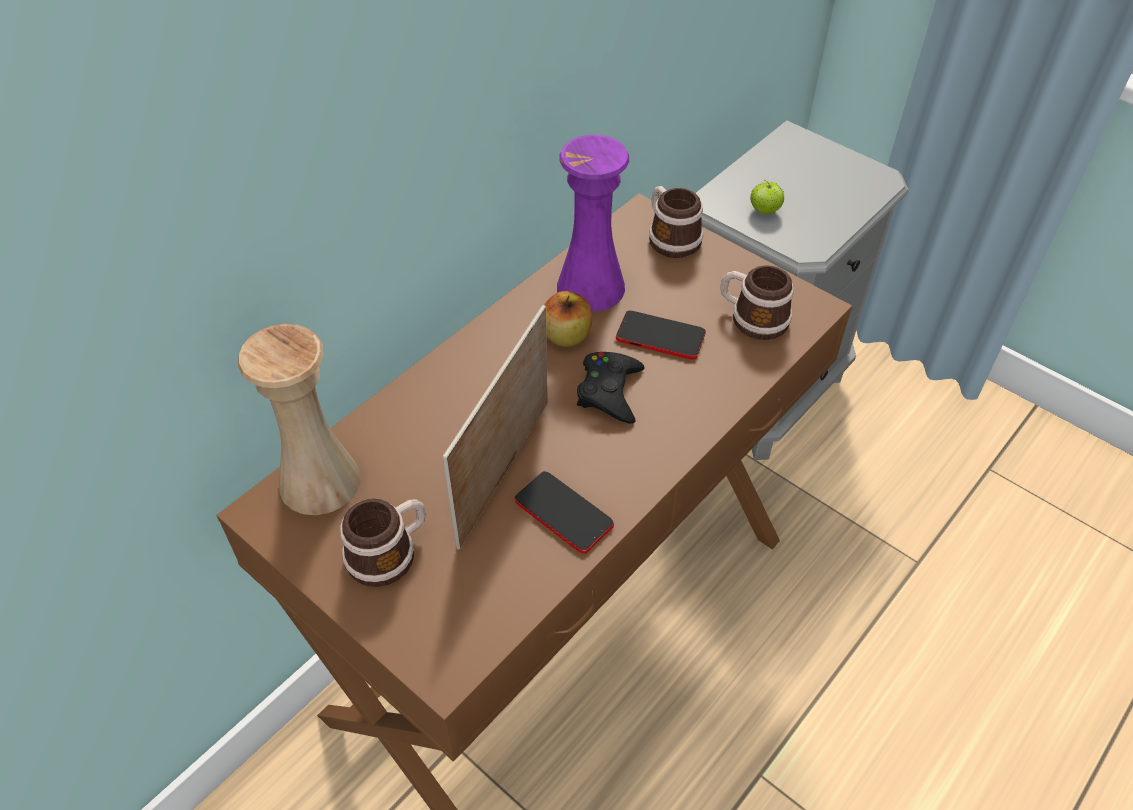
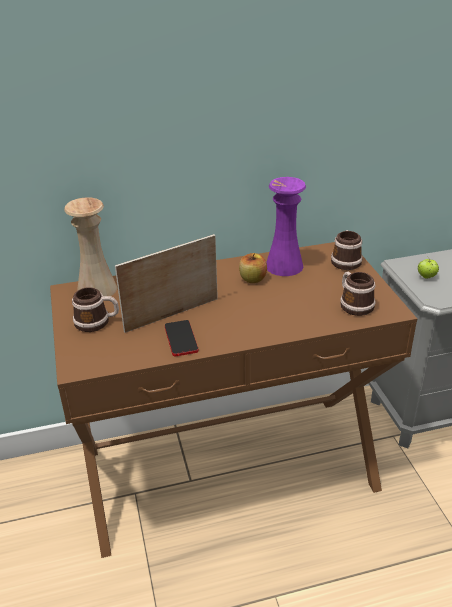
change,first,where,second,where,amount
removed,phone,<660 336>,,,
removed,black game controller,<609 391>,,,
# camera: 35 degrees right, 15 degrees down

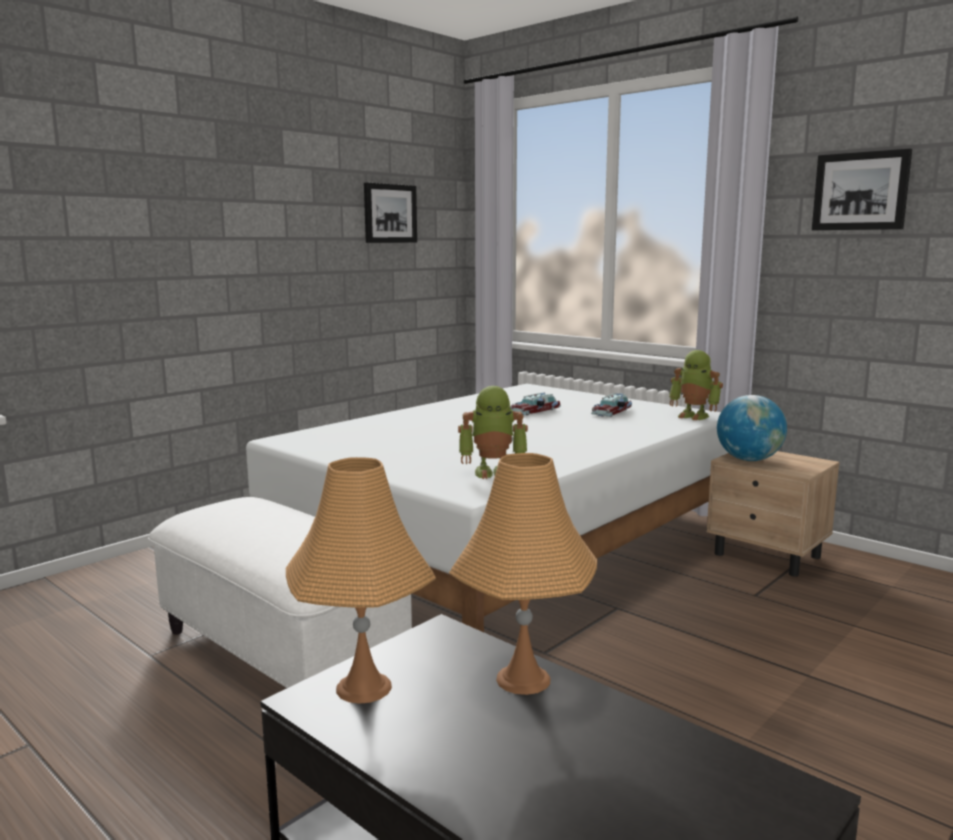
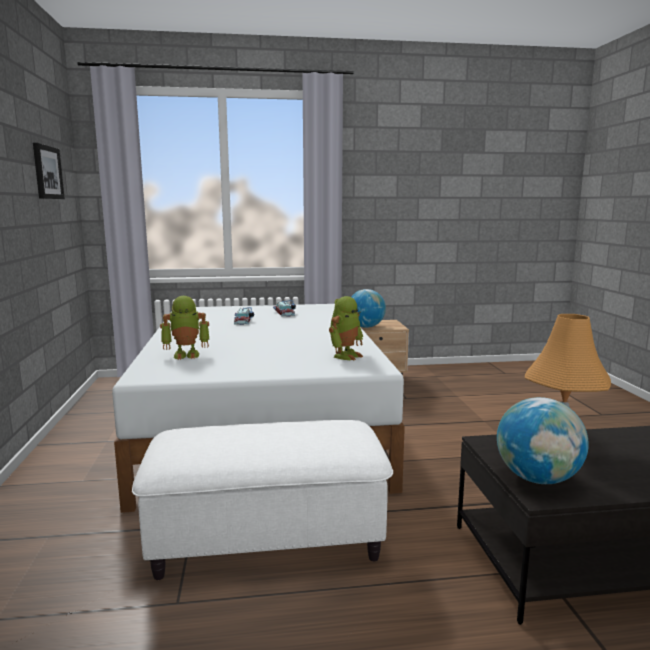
change,first,where,second,where,amount
removed,picture,<860 191>,,,
moved,toy robot,<694 416>,,<187 354>,
replaced,orange table lamp,<363 687>,globe,<537 478>,
# camera: 50 degrees left, 0 degrees up

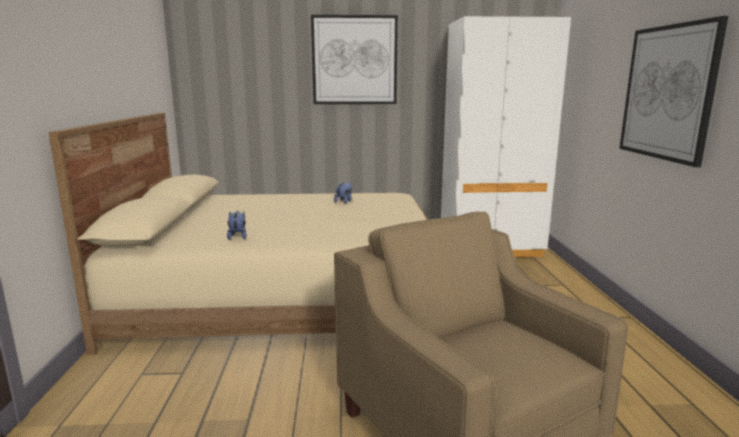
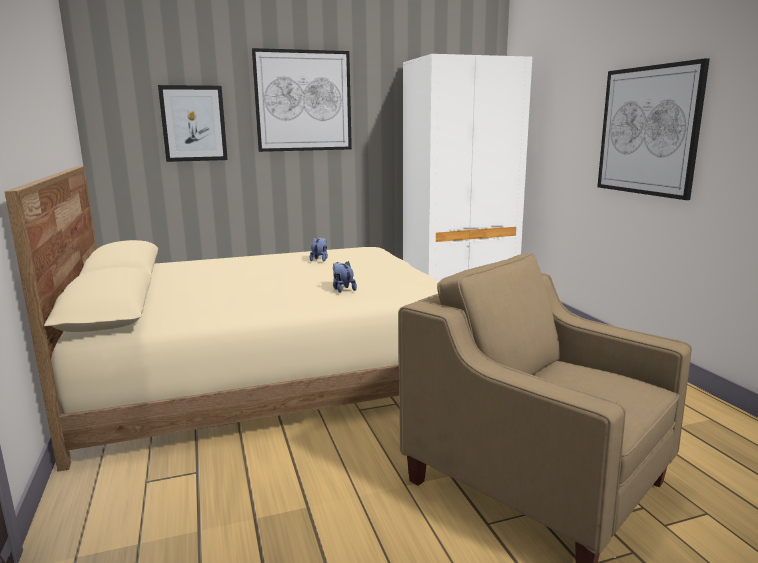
change,first,where,second,where,amount
moved,plush toy,<237 236>,,<342 289>,
added,,,picture,<193 123>,
# camera: 15 degrees left, 0 degrees up

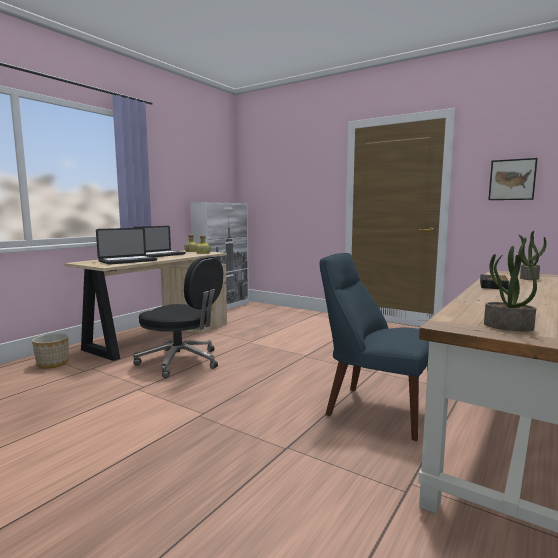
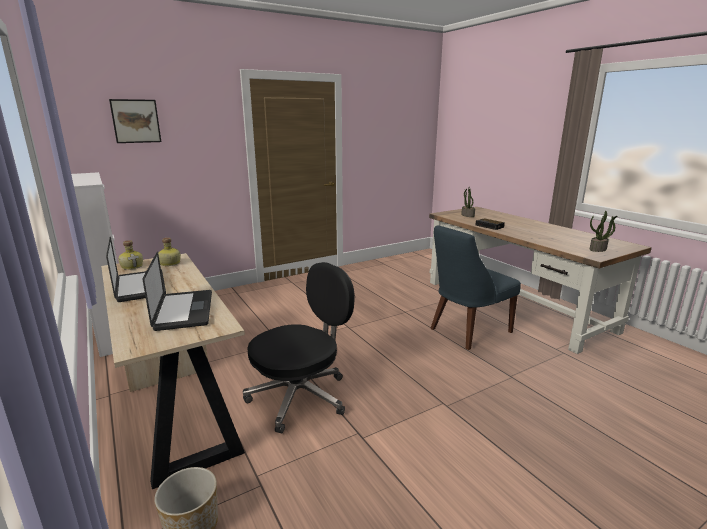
change,first,where,second,where,amount
moved,picture,<512 179>,,<136 121>,
# camera: 65 degrees left, 10 degrees up

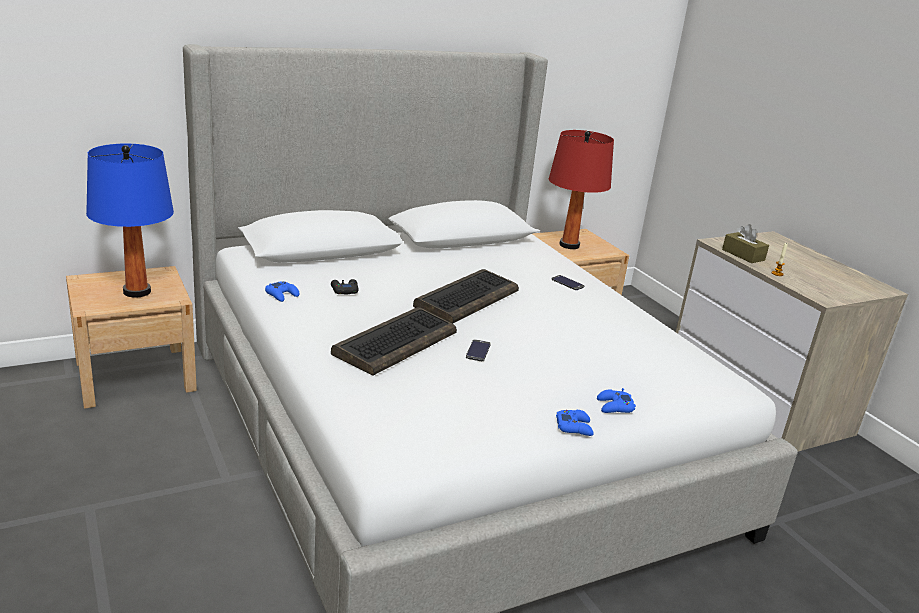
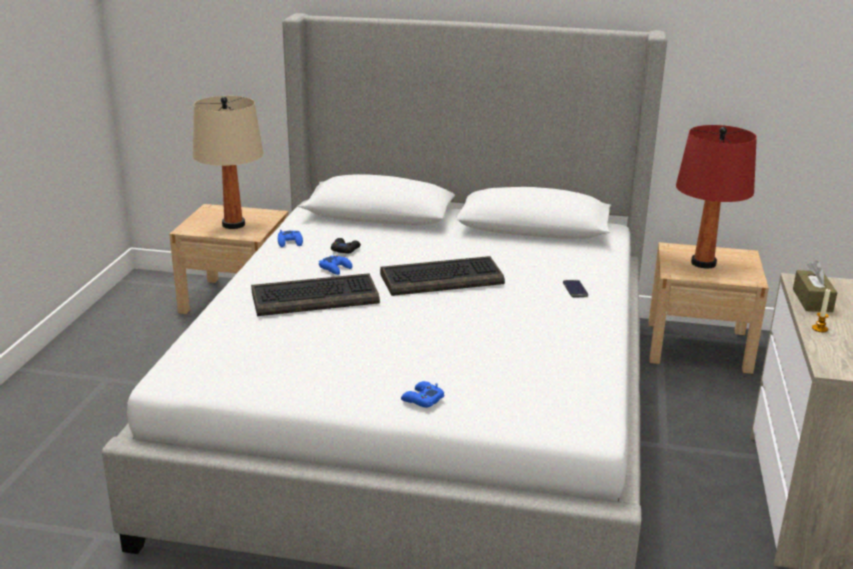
change,first,where,second,where,amount
recoloured,blue table lamp,<136 292>,beige table lamp,<233 224>,
removed,phone,<478 351>,,,
moved,blue game controller,<574 427>,,<335 268>,
# camera: 40 degrees right, 0 degrees up

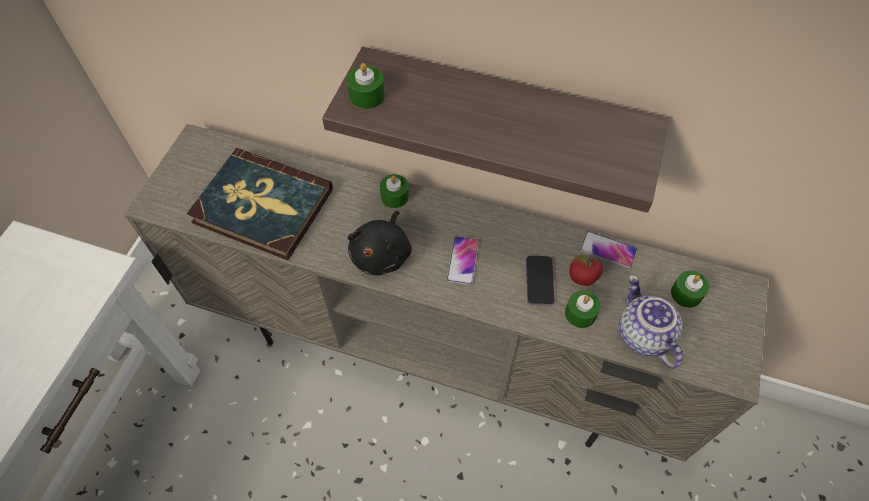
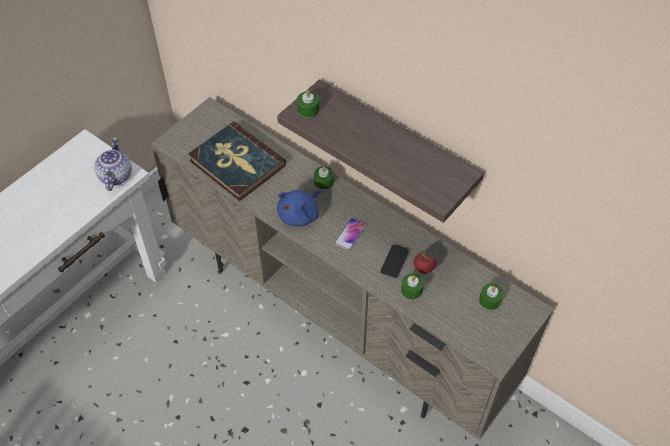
change,first,where,second,where,amount
recoloured,black plush toy,<382 254>,blue plush toy,<300 215>,
removed,phone,<608 250>,,,
moved,teapot,<642 335>,,<115 176>,
# camera: 20 degrees right, 5 degrees down

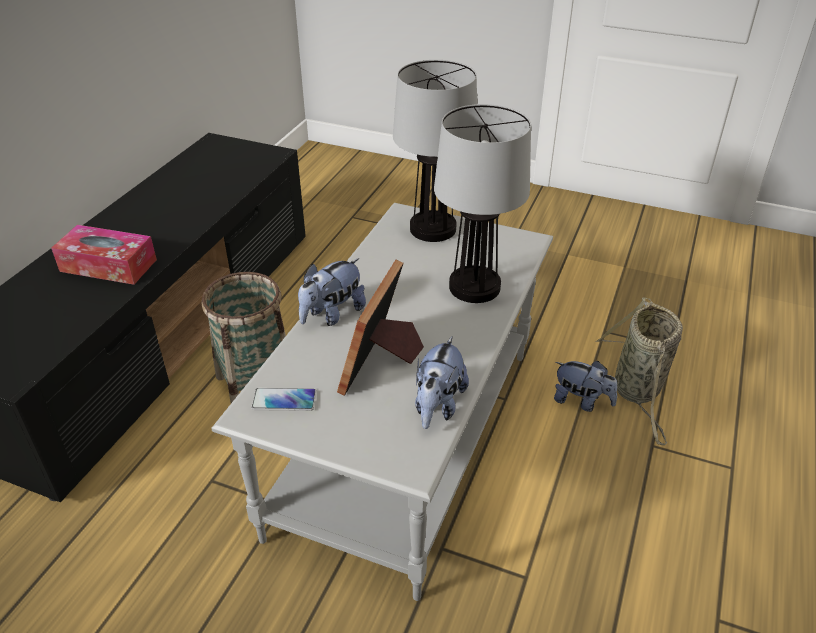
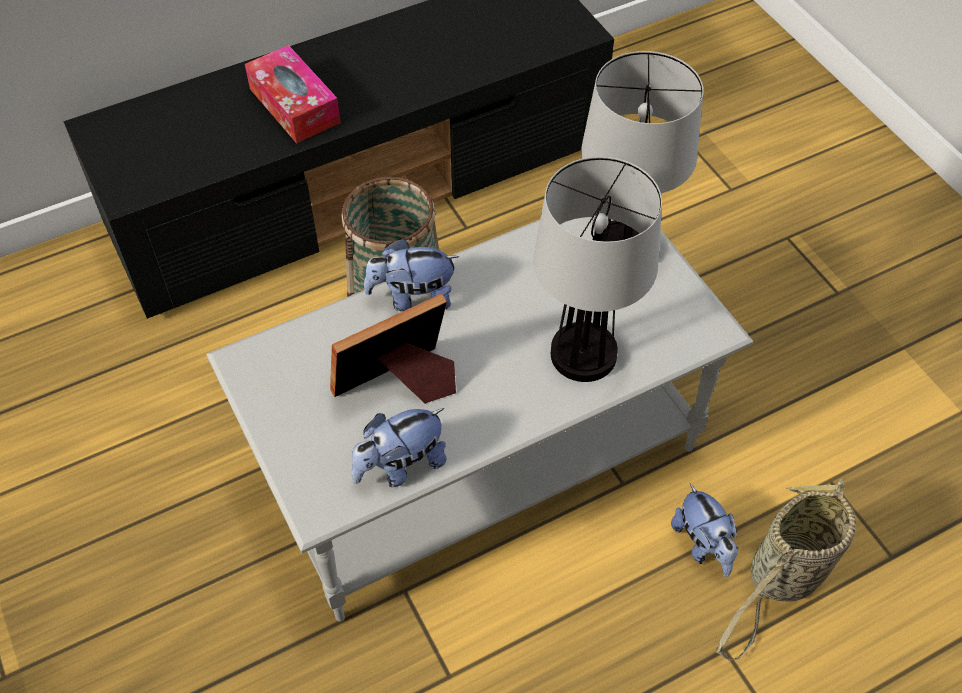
change,first,where,second,where,amount
removed,phone,<284 400>,,,
# camera: 40 degrees right, 15 degrees up

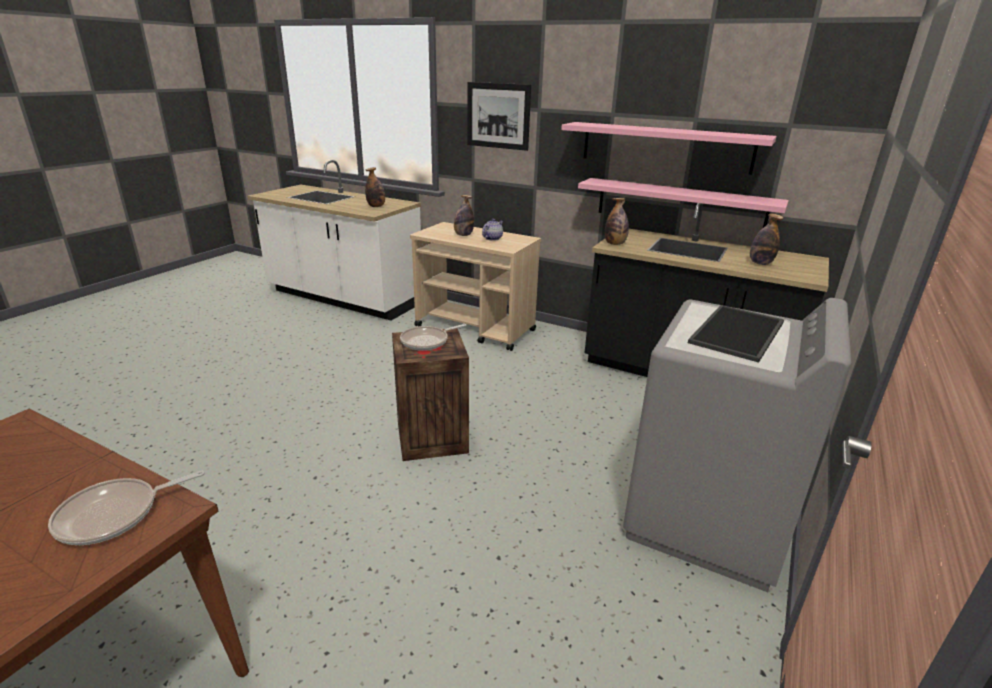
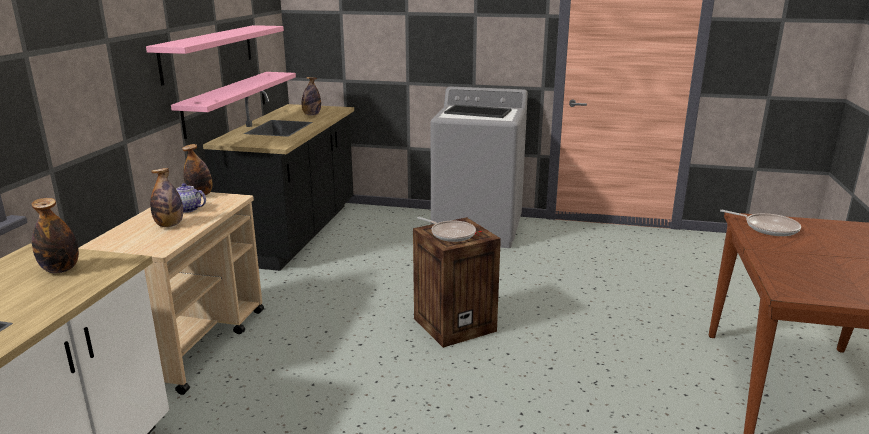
change,first,where,second,where,amount
removed,picture,<498 116>,,,
moved,bottle,<615 244>,,<200 195>,
# camera: 105 degrees left, 5 degrees down

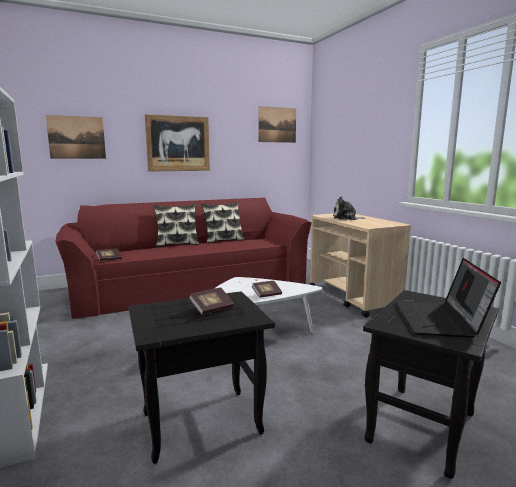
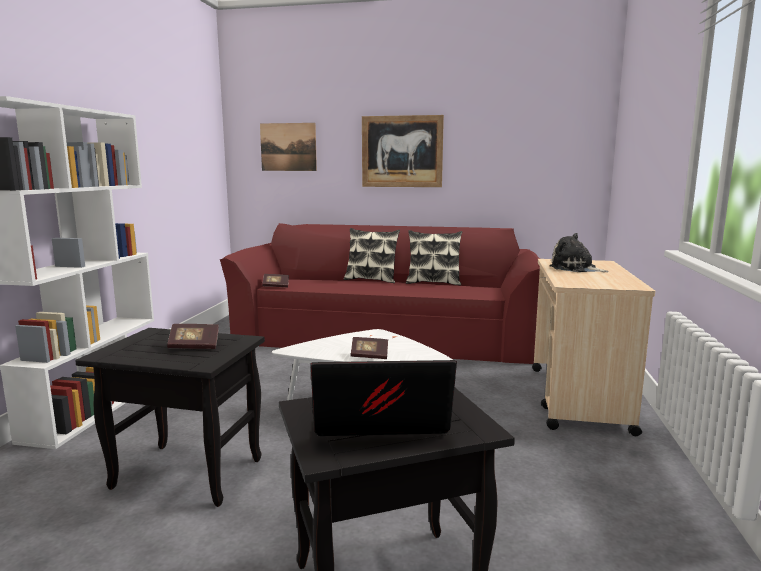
change,first,where,second,where,amount
removed,picture,<277 125>,,,
turned,laptop,<440 320>,,<379 423>,45 degrees clockwise
# camera: 35 degrees right, 0 degrees up

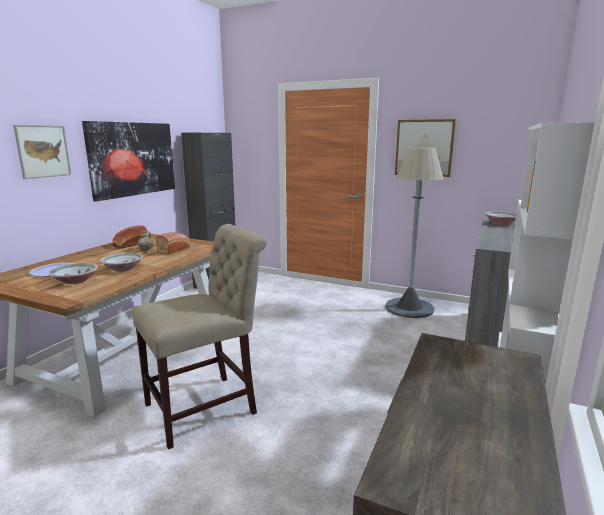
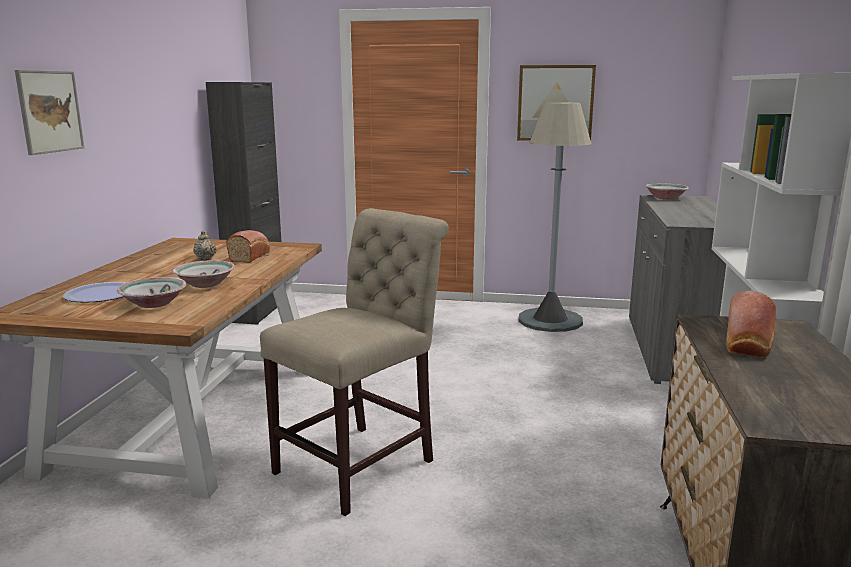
change,first,where,second,where,amount
removed,picture,<132 159>,,,
moved,bread,<130 245>,,<747 343>,
# camera: 15 degrees left, 0 degrees up

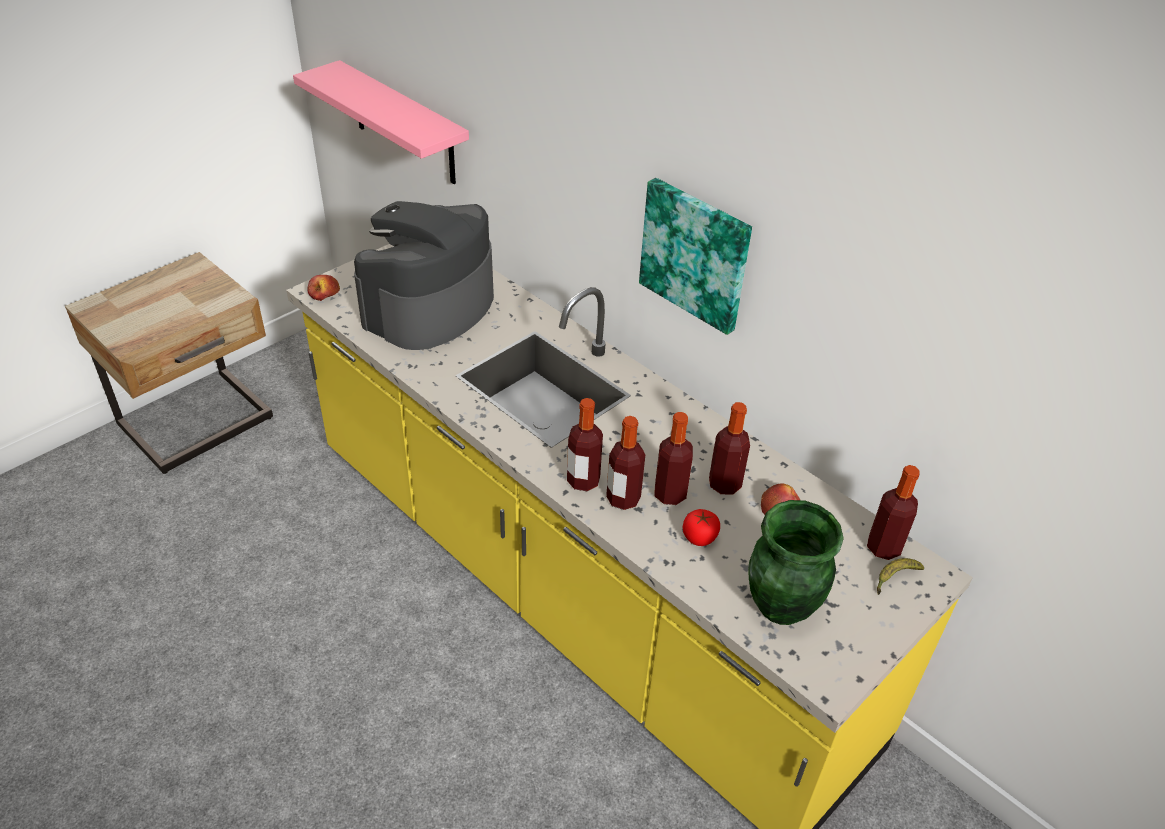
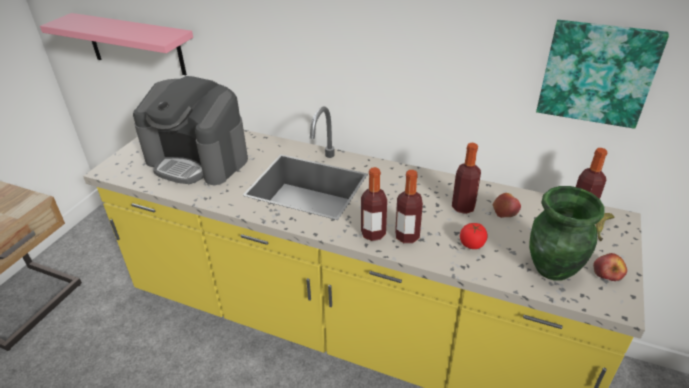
change,first,where,second,where,amount
moved,picture,<696 254>,,<597 73>,
turned,coffee machine,<429 308>,,<198 159>,75 degrees counterclockwise
moved,apple,<324 295>,,<608 272>,
removed,bottle,<670 494>,,,
# camera: 20 degrees left, 5 degrees down

